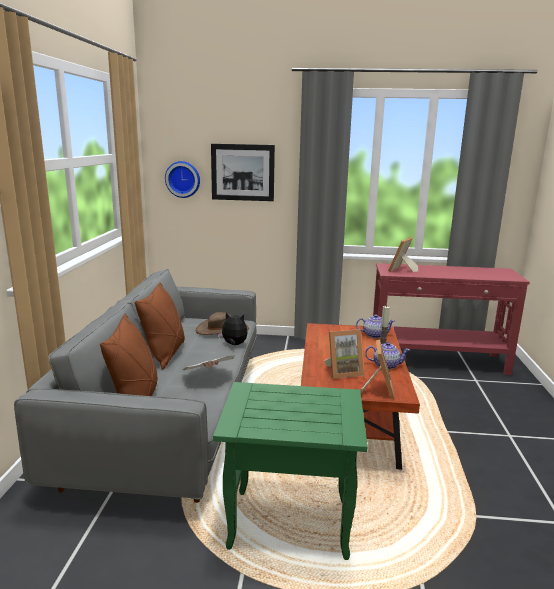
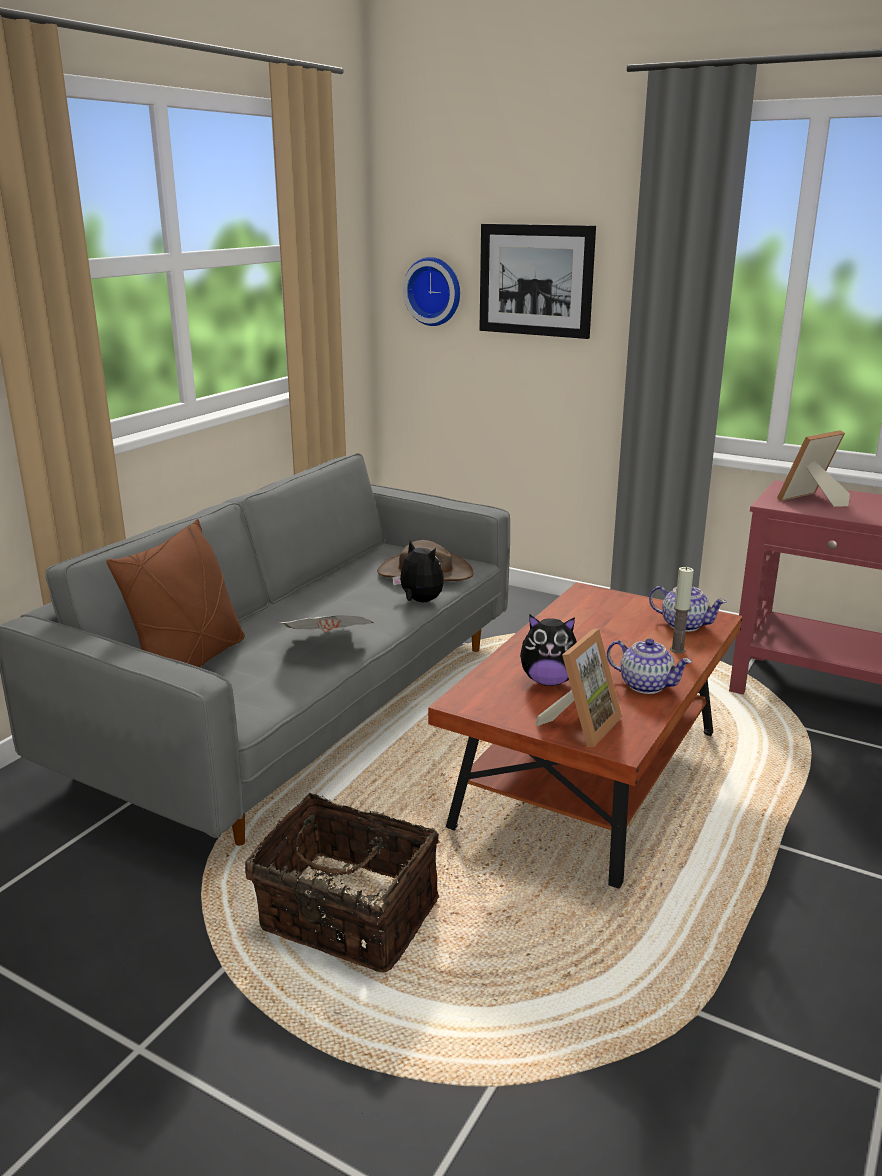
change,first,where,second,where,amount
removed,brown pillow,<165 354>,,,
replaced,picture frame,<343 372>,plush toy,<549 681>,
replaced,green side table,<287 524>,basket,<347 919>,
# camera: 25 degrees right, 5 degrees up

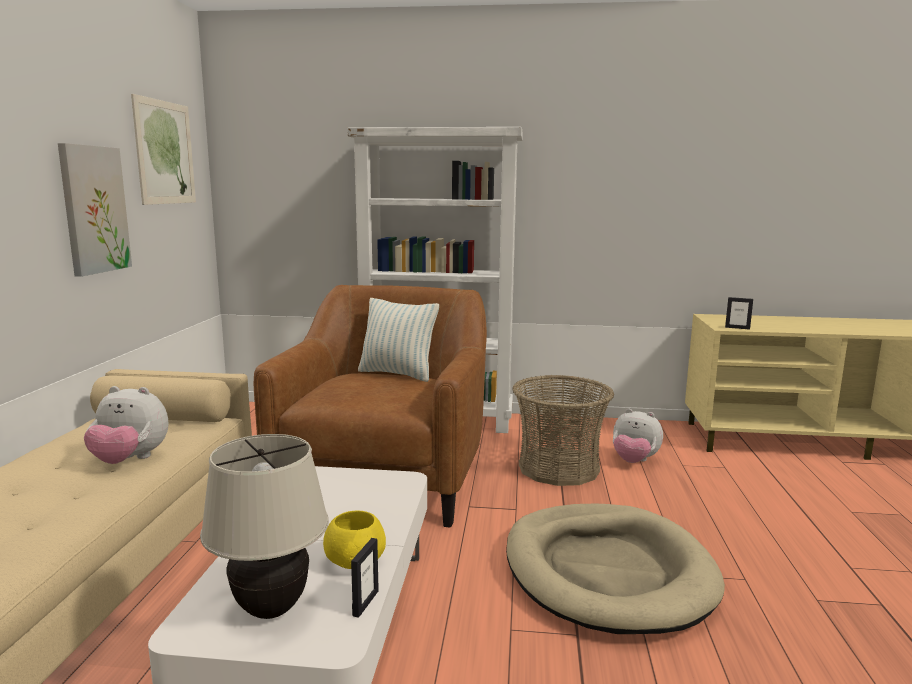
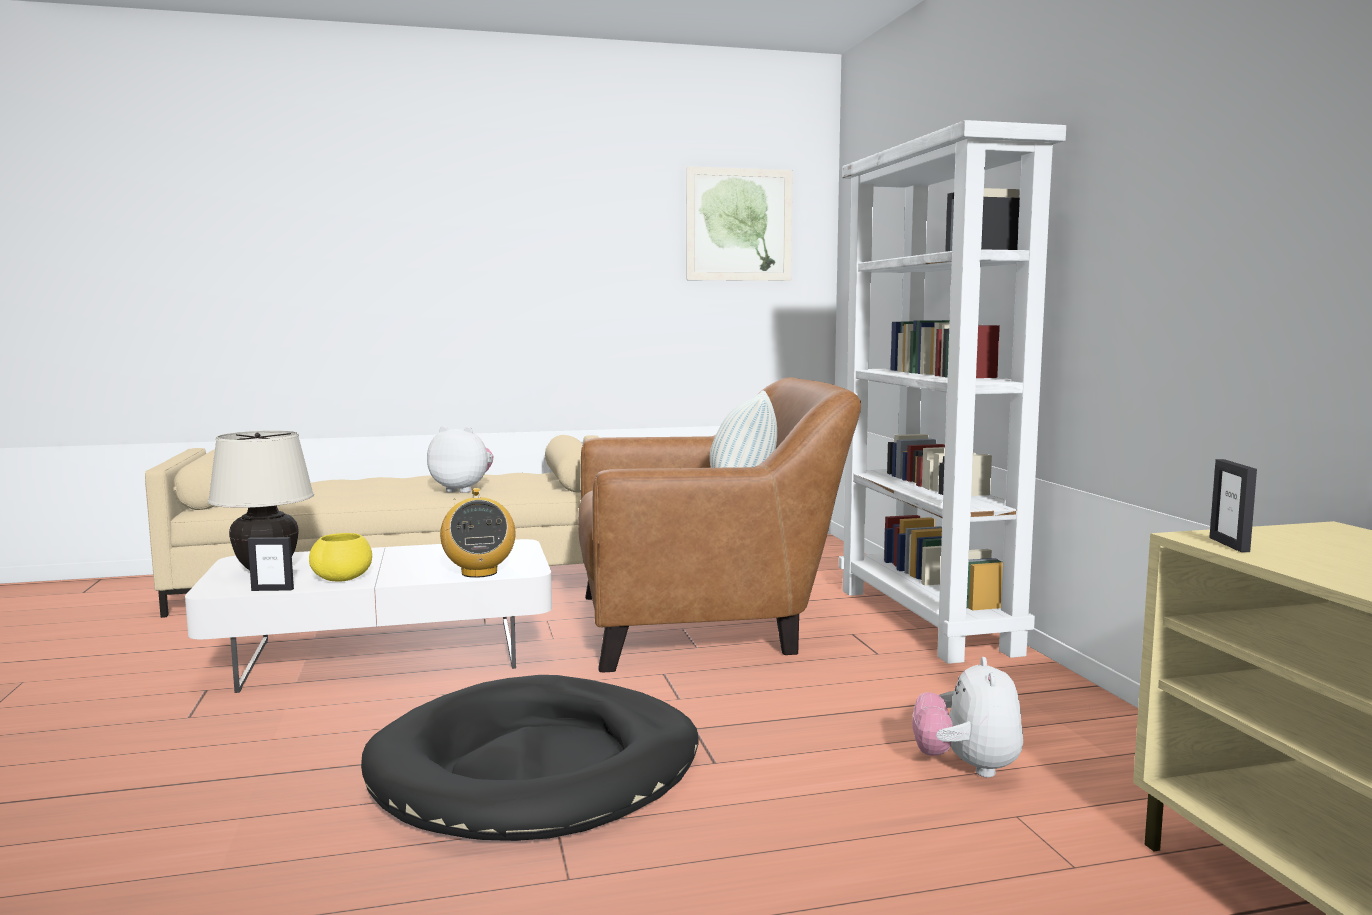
change,first,where,second,where,amount
removed,picture,<94 209>,,,
removed,basket,<558 468>,,,
turned,plush toy,<130 460>,,<462 490>,120 degrees clockwise
recoloured,beige dog bed,<607 572>,black dog bed,<537 768>,
added,,,radio,<479 572>,
# camera: 70 degrees right, 5 degrees down

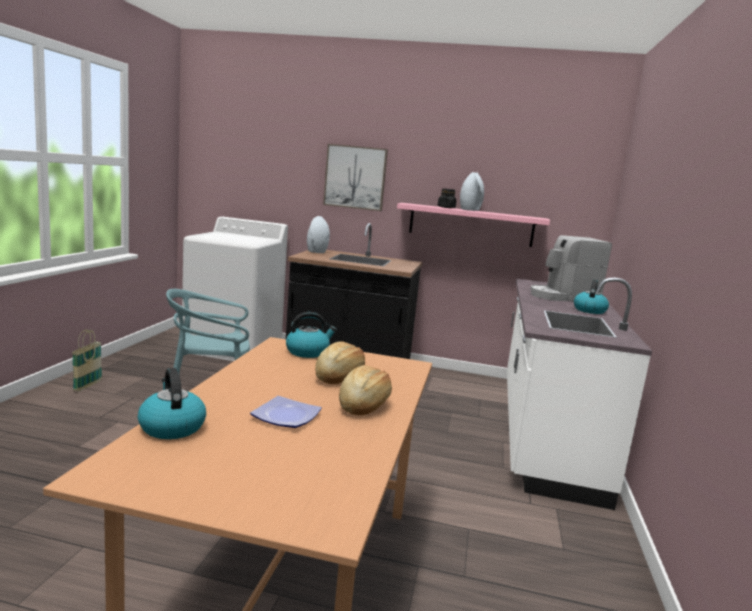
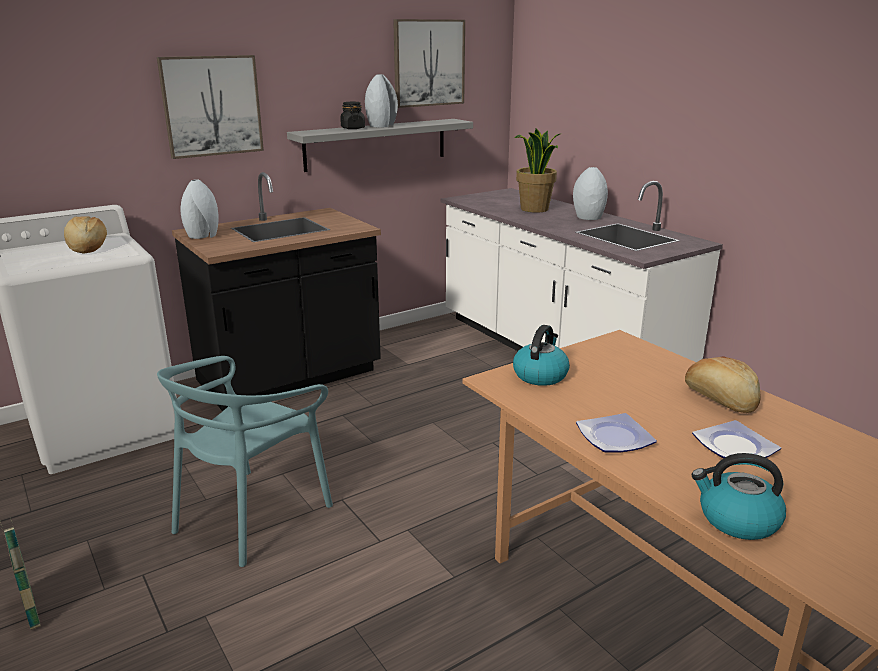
change,first,where,second,where,amount
recoloured,pink shelf,<471 225>,grey shelf,<376 144>,
replaced,coffee machine,<563 297>,potted plant,<534 209>,
replaced,kettle,<589 310>,grey vase,<588 217>,
moved,bread,<339 376>,,<87 248>,
added,,,picture,<428 63>,
added,,,plate,<616 438>,
# camera: 45 degrees left, 10 degrees up

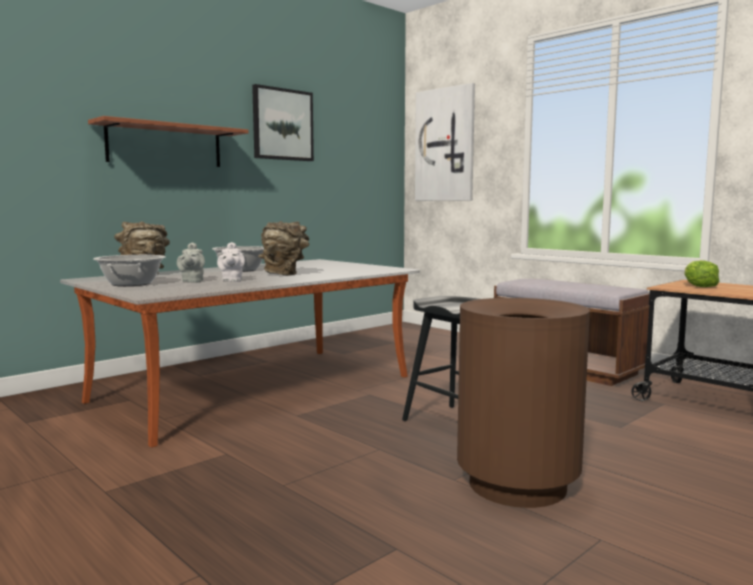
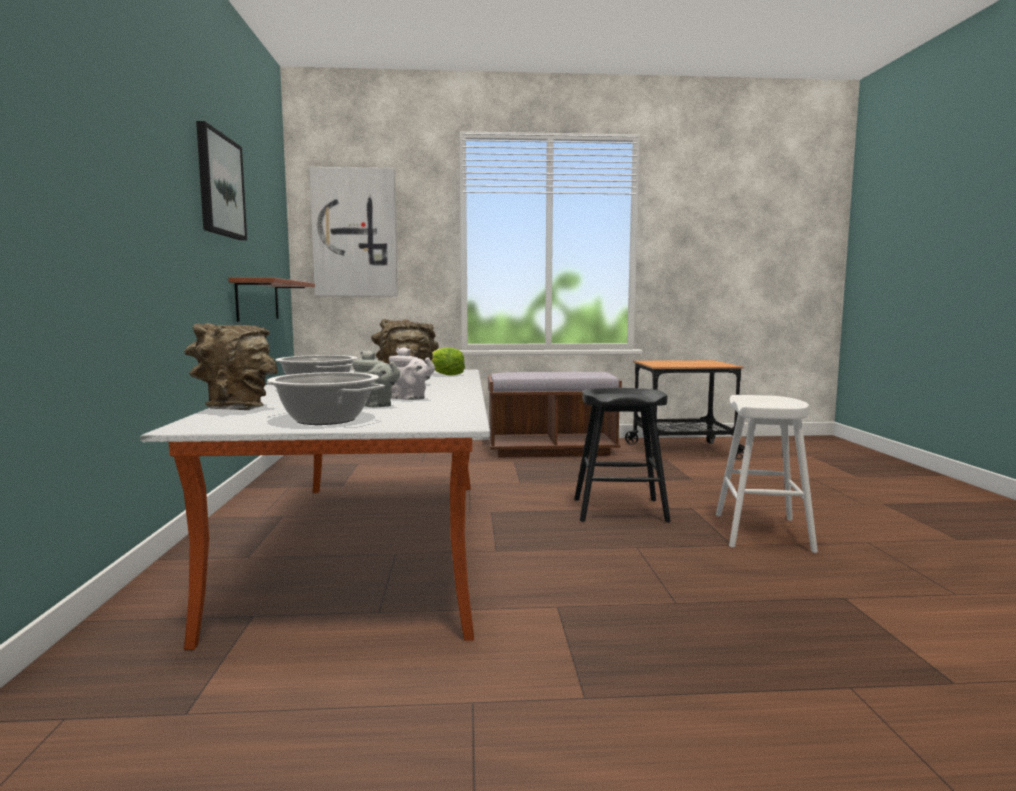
change,first,where,second,where,amount
moved,shelf,<165 145>,,<258 300>,
moved,lettuce,<698 286>,,<445 374>,
replaced,brown trash can,<517 485>,white stool,<762 532>,
# camera: 50 degrees left, 0 degrees up

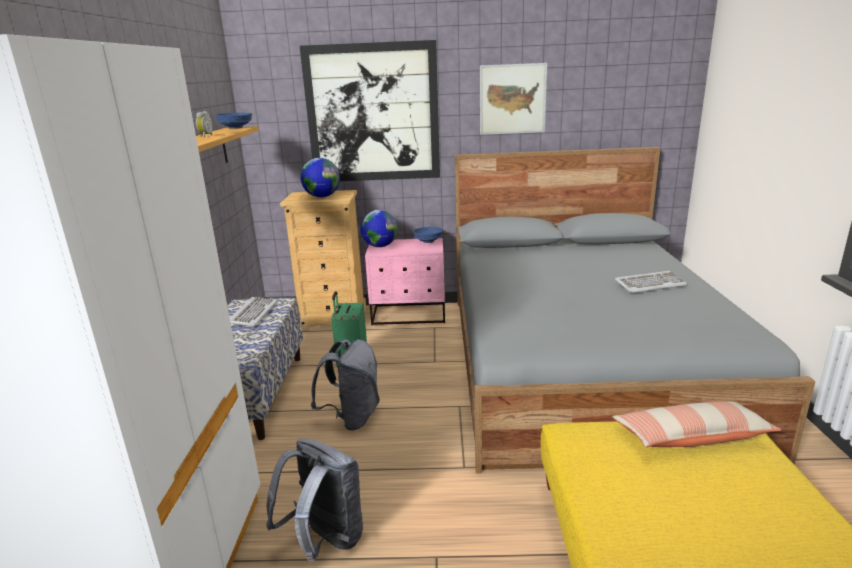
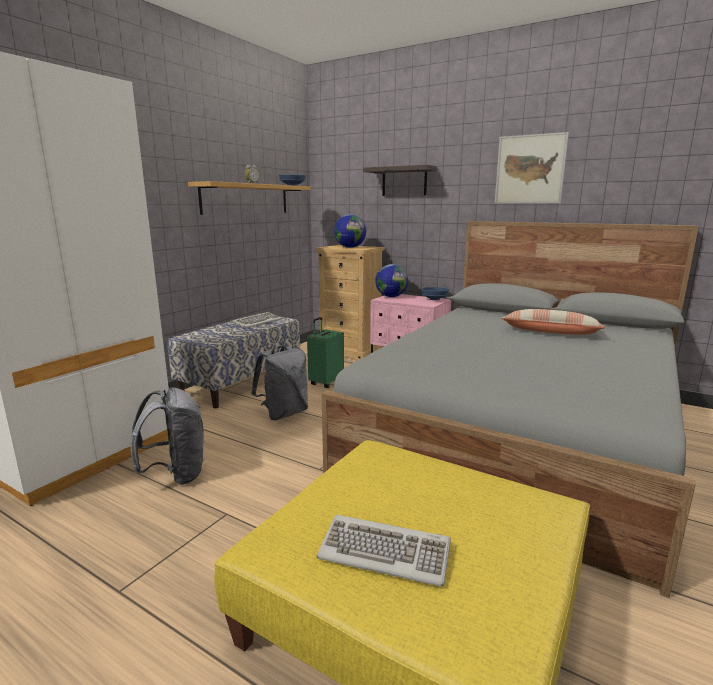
change,first,where,second,where,amount
replaced,picture,<373 113>,shelf,<404 181>,
moved,keyboard,<650 284>,,<385 552>,
moved,pillow,<690 437>,,<550 332>,
# camera: 30 degrees right, 5 degrees down

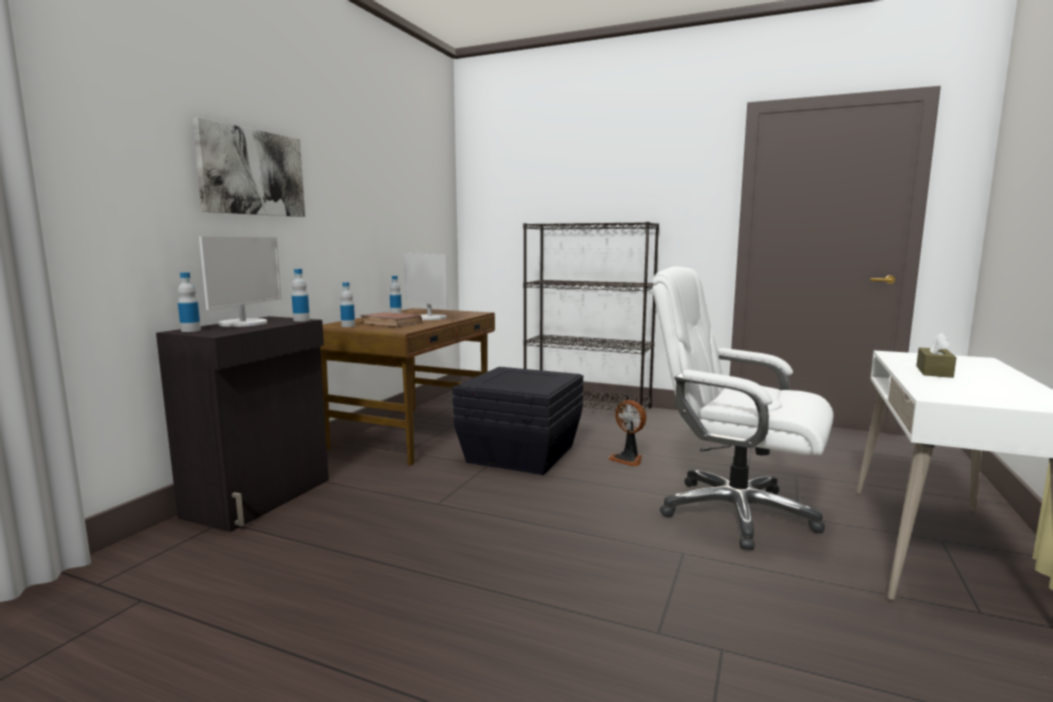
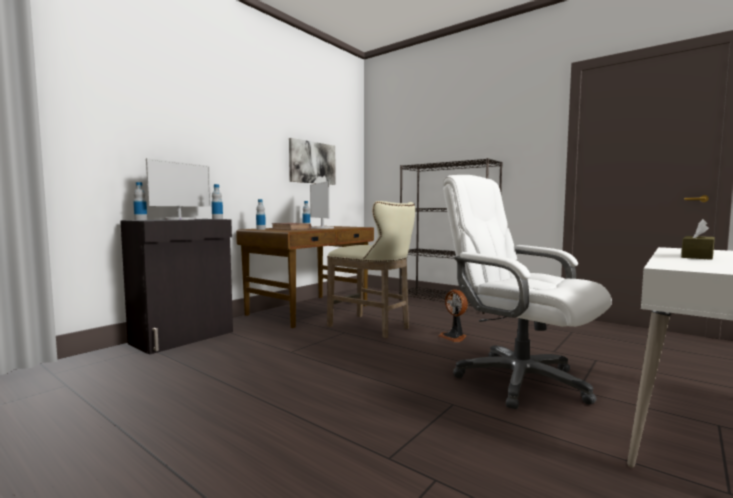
change,first,where,second,where,amount
moved,picture,<252 172>,,<312 162>,
replaced,black storage box,<519 454>,beige stool,<373 327>,
# camera: 15 degrees right, 5 degrees down

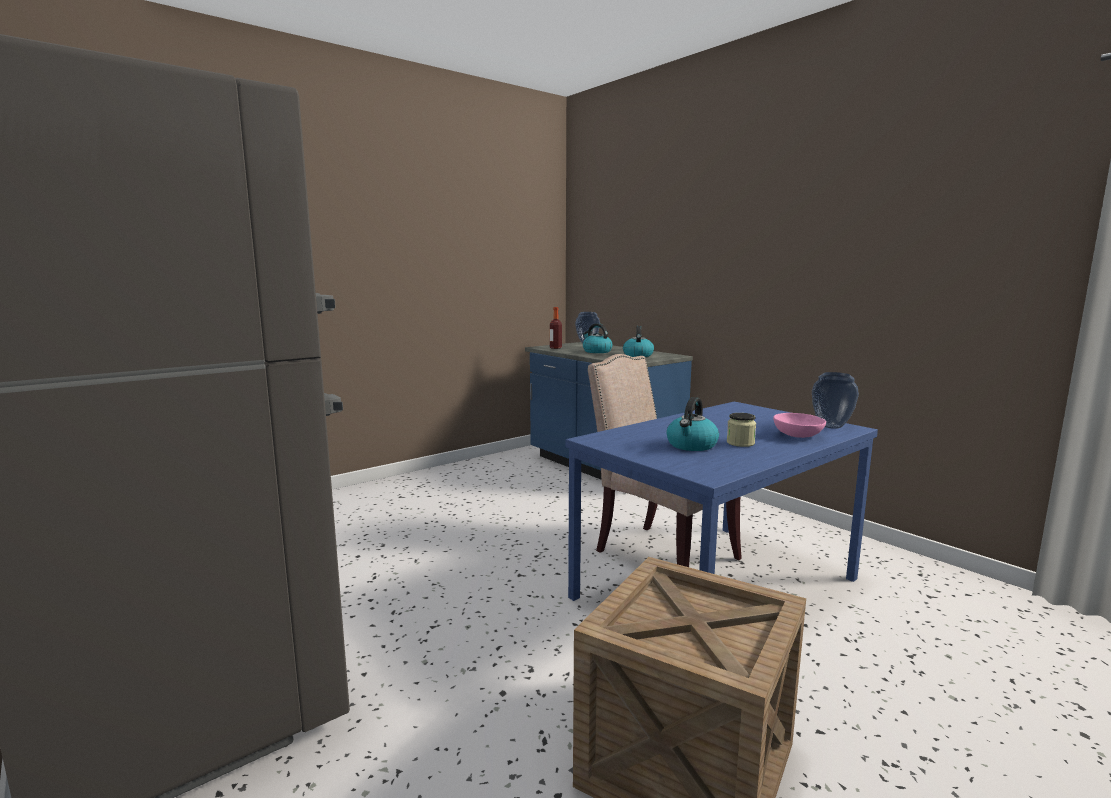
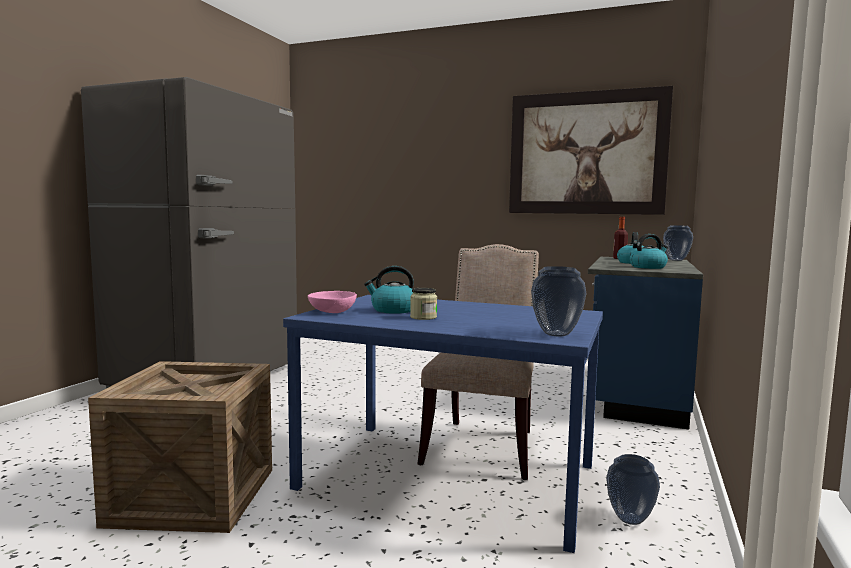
change,first,where,second,where,amount
moved,pink bowl,<798 436>,,<332 312>,
added,,,picture,<586 153>,
added,,,vase,<631 520>,
# camera: 60 degrees right, 5 degrees down

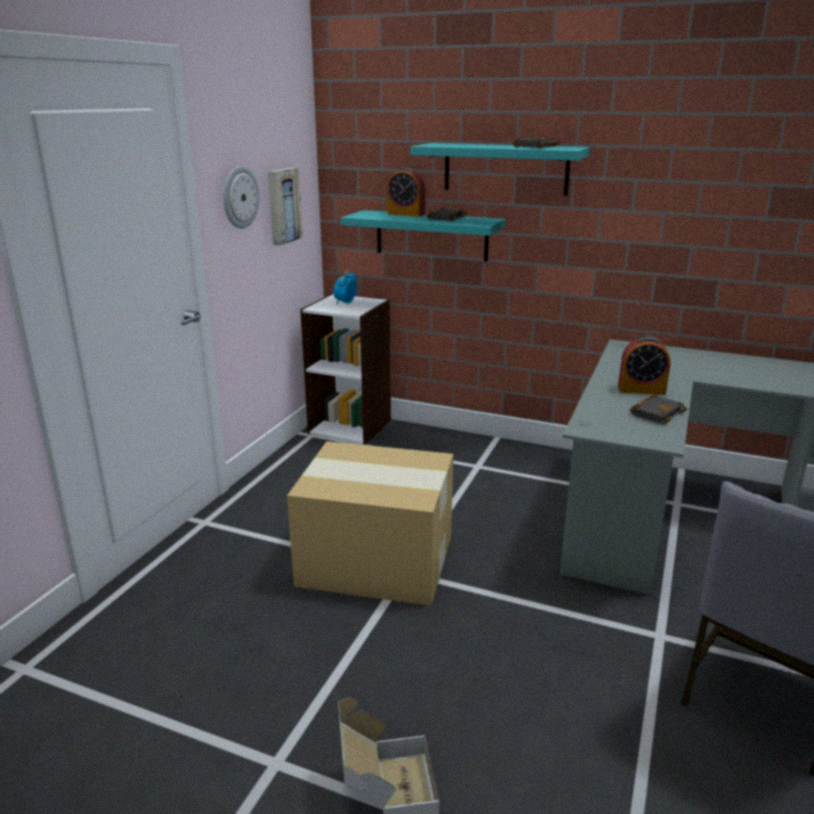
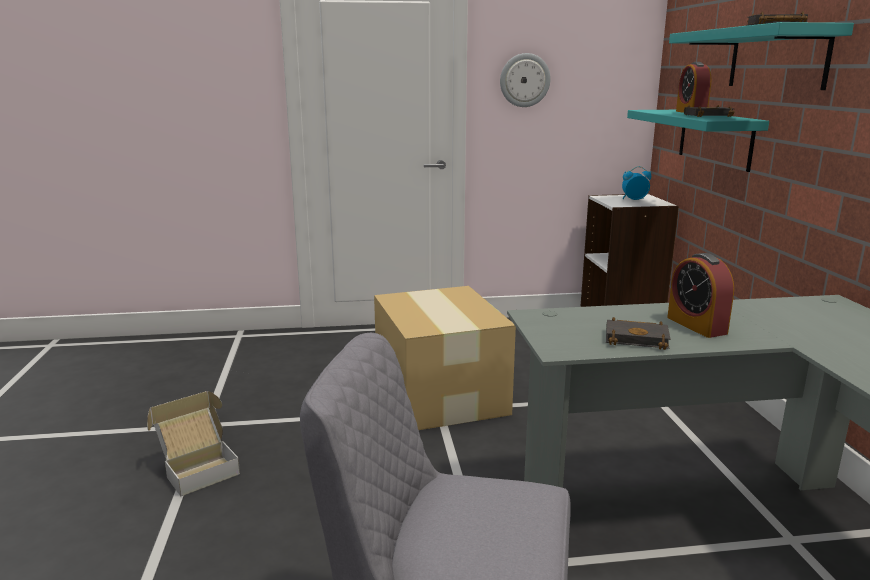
change,first,where,second,where,amount
removed,picture,<283 206>,,,
# camera: 60 degrees right, 5 degrees down

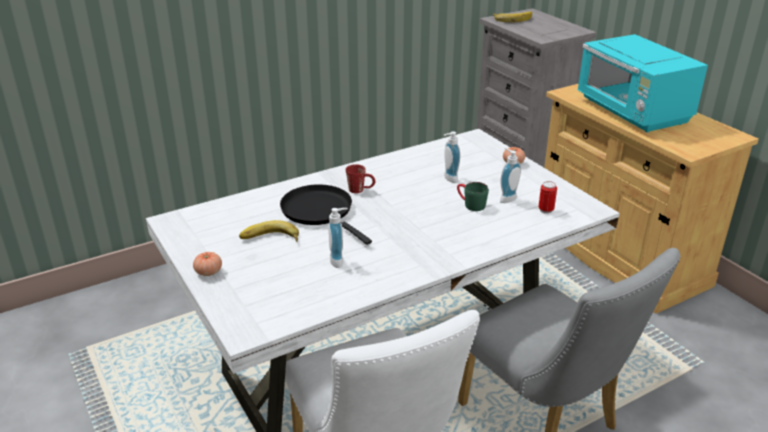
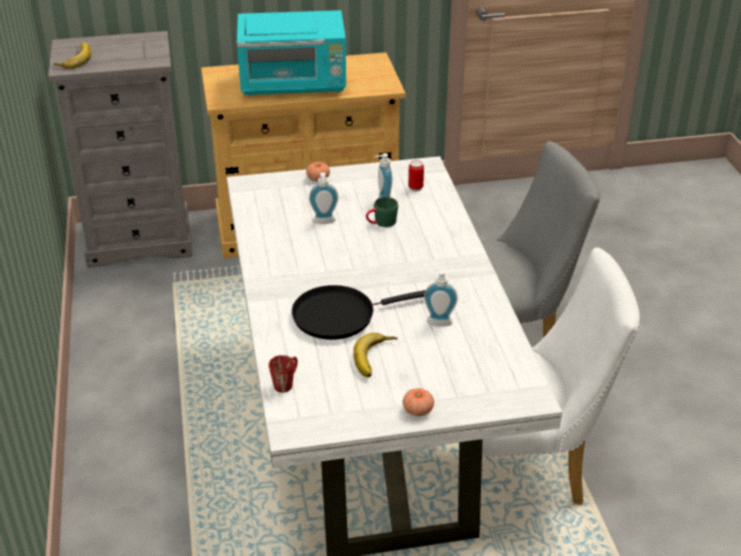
change,first,where,second,where,amount
moved,red mug,<361 190>,,<286 382>,
# camera: 70 degrees left, 5 degrees up

